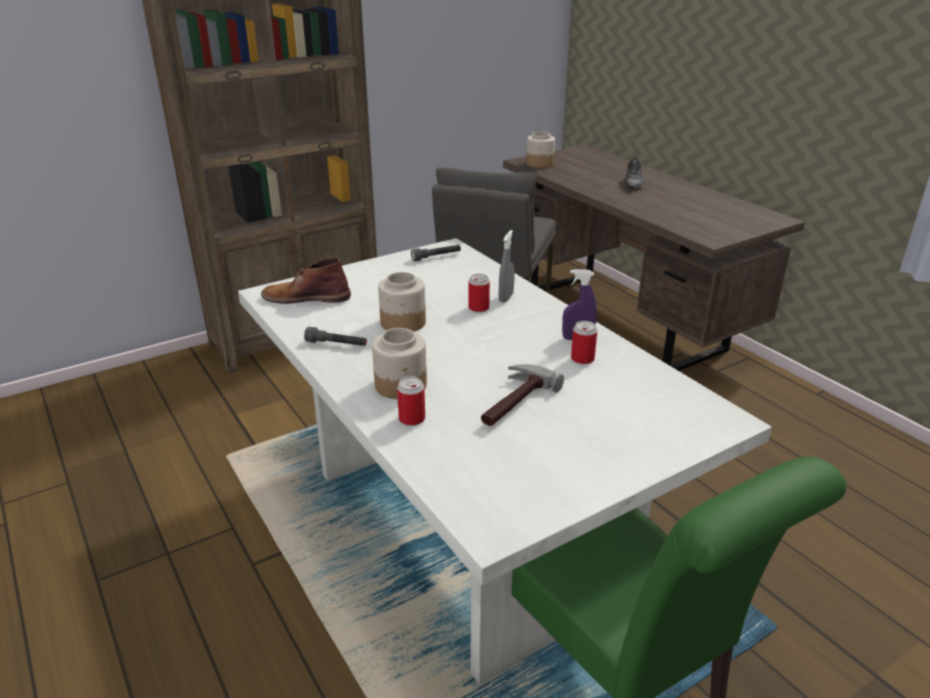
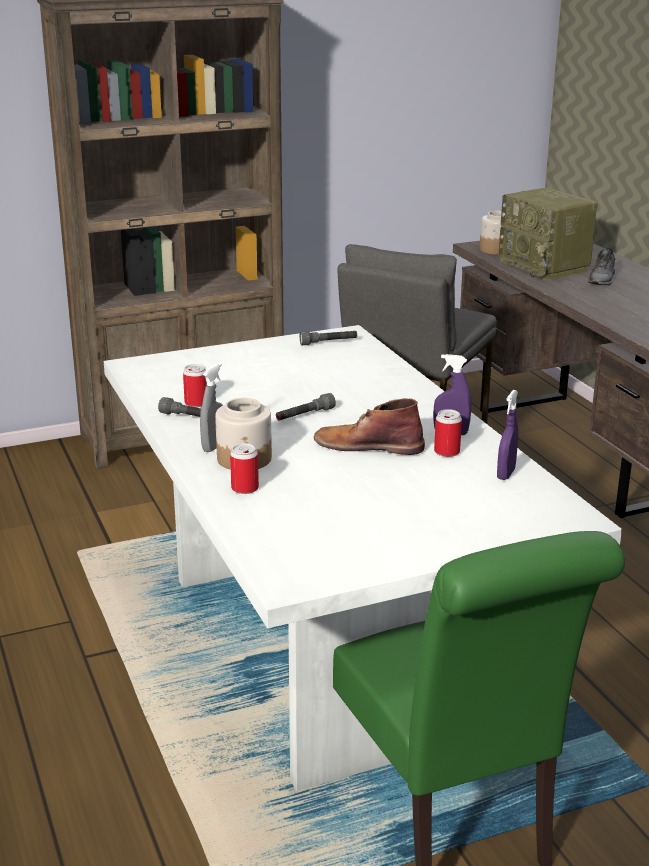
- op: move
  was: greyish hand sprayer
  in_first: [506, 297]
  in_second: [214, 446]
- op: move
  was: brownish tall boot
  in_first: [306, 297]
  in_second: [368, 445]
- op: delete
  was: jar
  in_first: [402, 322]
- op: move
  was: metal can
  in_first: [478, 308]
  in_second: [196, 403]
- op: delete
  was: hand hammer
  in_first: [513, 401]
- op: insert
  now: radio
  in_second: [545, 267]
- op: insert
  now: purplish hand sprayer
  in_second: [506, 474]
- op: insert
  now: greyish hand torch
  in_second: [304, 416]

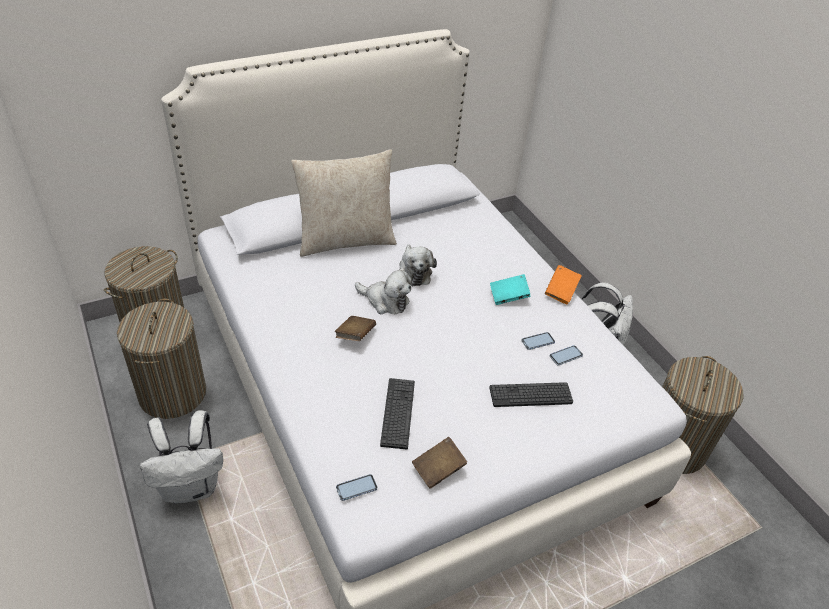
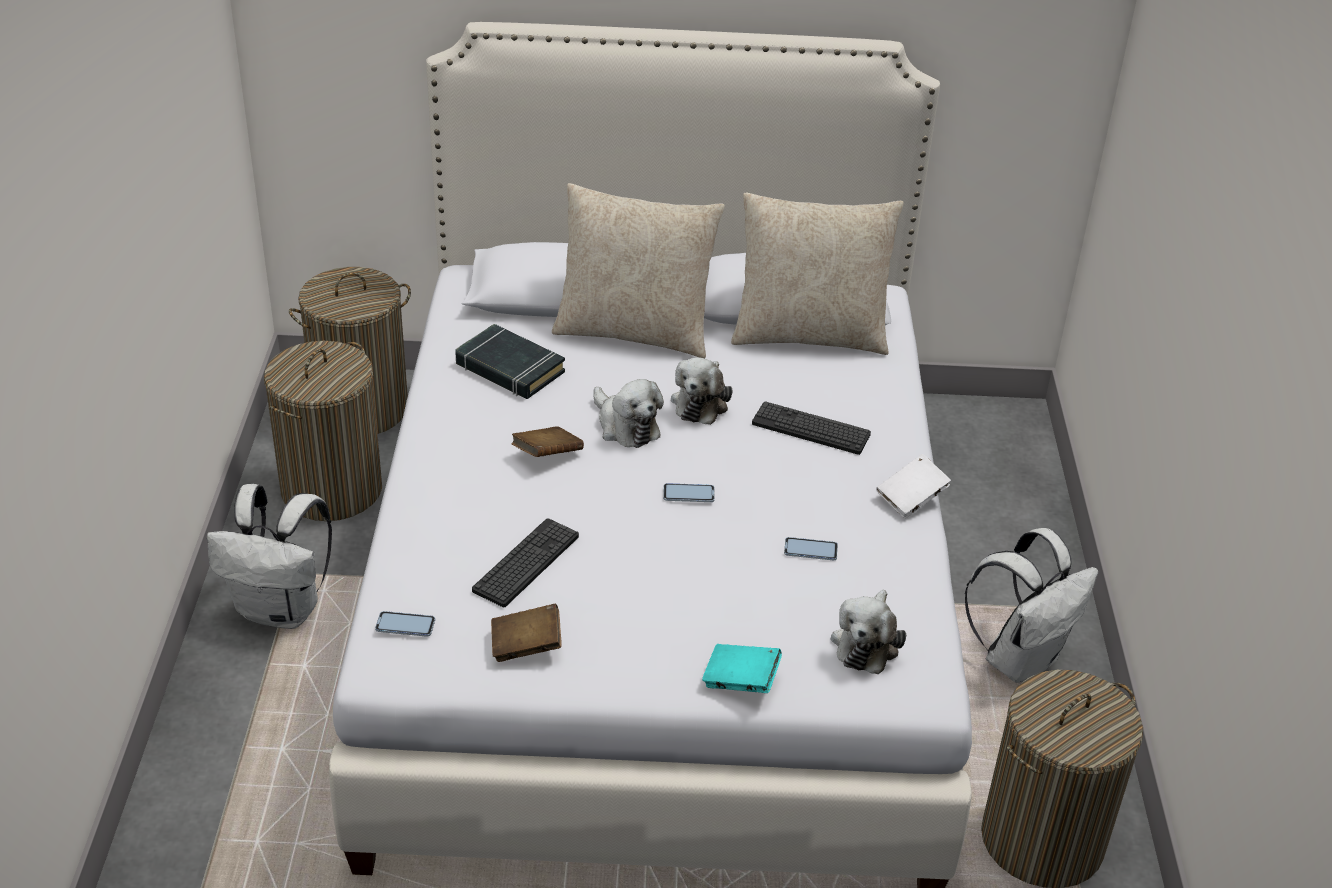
- op: recolor
  was: orange bound book
  now: white bound book
  in_first: [561, 292]
  in_second: [911, 499]
- op: move
  was: blue-green bound book
  in_first: [508, 296]
  in_second: [740, 681]
- op: move
  was: telephone
  in_first: [566, 356]
  in_second: [688, 494]
- op: move
  was: computer keyboard
  in_first: [530, 395]
  in_second: [811, 429]
- op: insert
  now: beige-coloured throw pillow
  in_second: [809, 334]
- op: insert
  now: blackish bound book
  in_second: [509, 368]
- op: insert
  now: soft toy
  in_second: [866, 642]

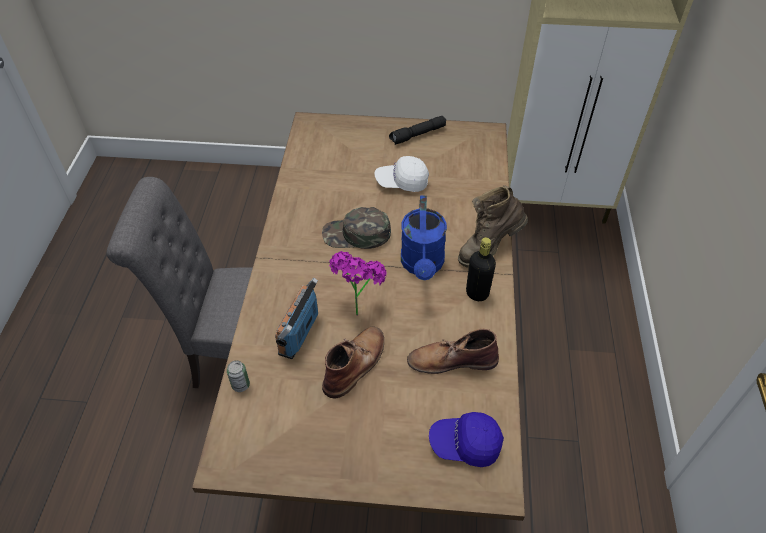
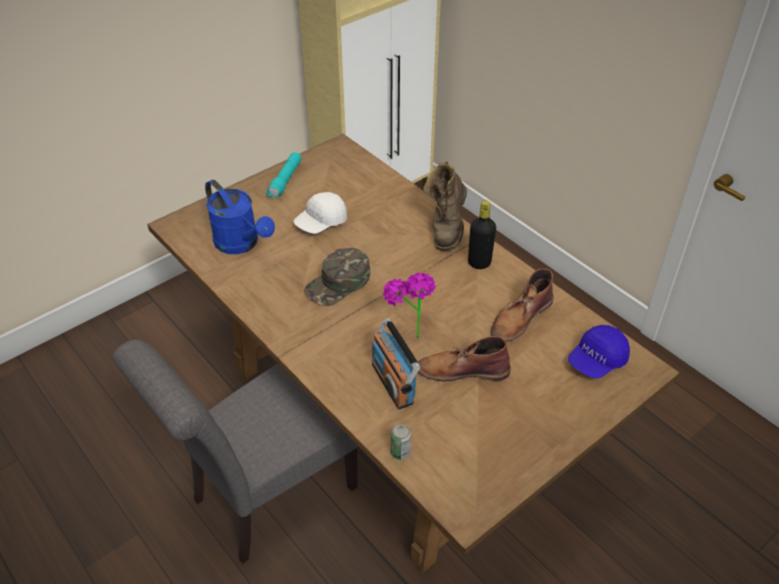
- op: recolor
  was: blackish hand torch
  now: blue-green hand torch
  in_first: [417, 135]
  in_second: [286, 180]
- op: move
  was: bluish watering pot
  in_first: [422, 265]
  in_second: [241, 244]
- op: rotate
  was: brownish tall boot
  in_first: [355, 363]
  in_second: [462, 370]
  clockwise: -75

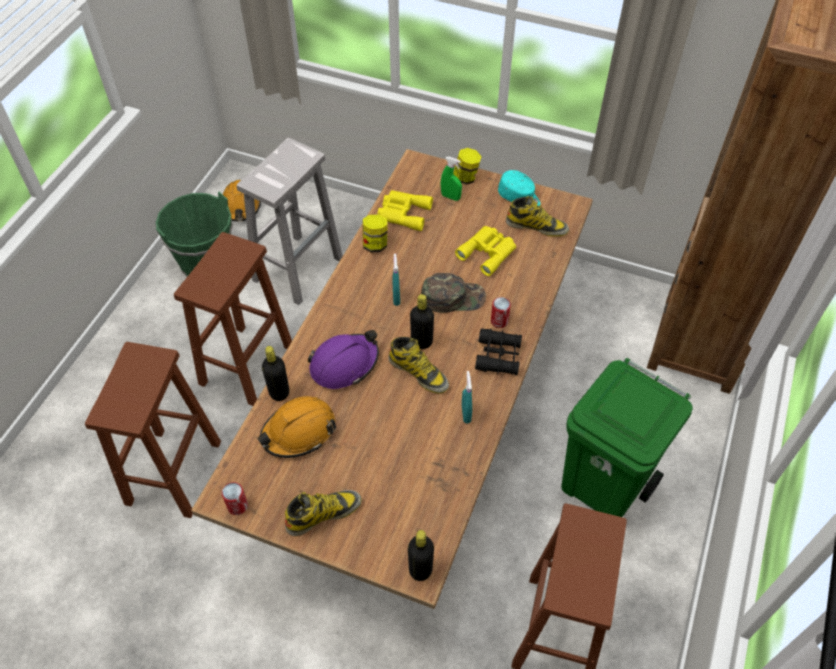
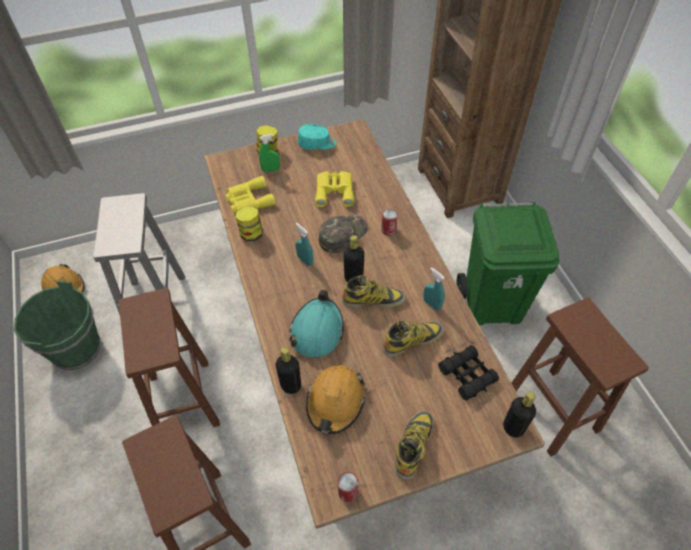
- op: move
  was: tall boot
  in_first: [536, 226]
  in_second: [412, 340]
- op: move
  was: blackish field glasses
  in_first: [498, 356]
  in_second: [467, 375]
- op: recolor
  was: purplish work helmet
  now: blue-green work helmet
  in_first: [344, 364]
  in_second: [317, 330]

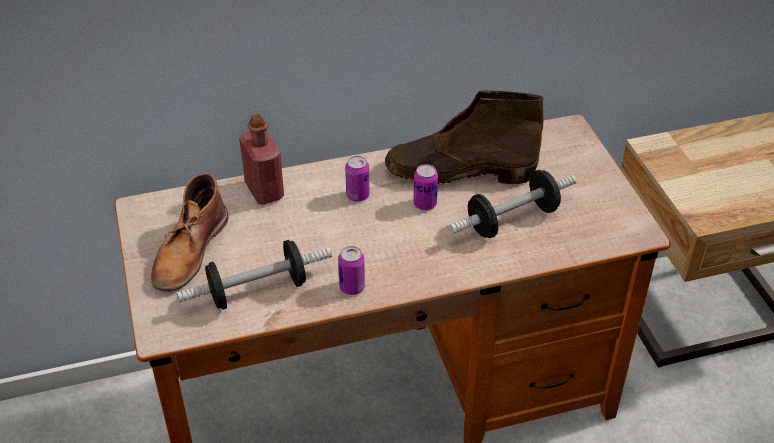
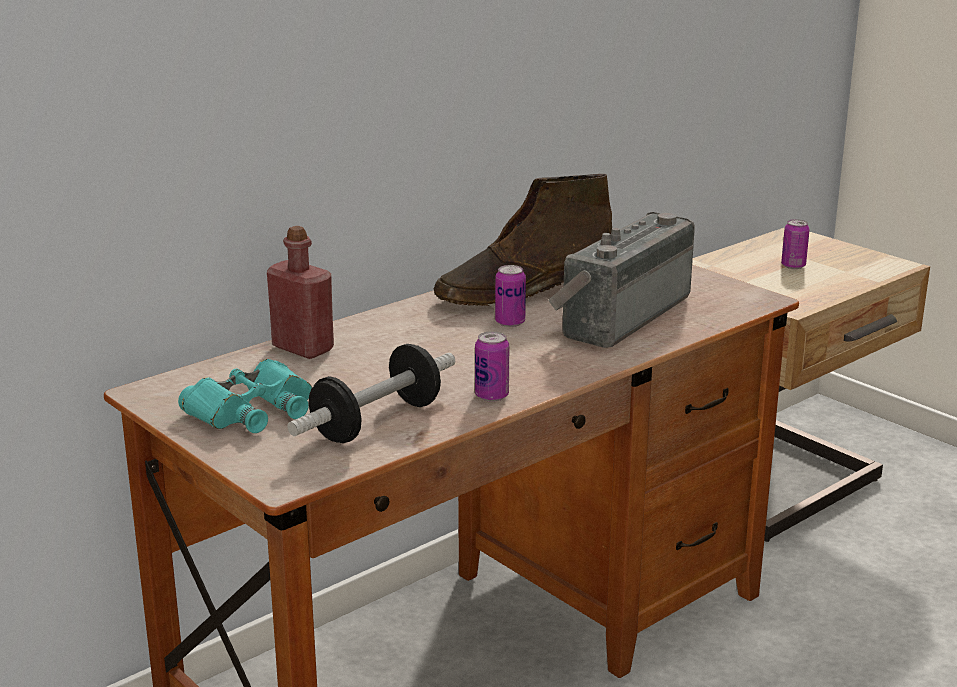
- op: move
  was: metal can
  in_first: [357, 195]
  in_second: [793, 266]
- op: replace
  was: free weight
  now: radio
  in_first: [512, 220]
  in_second: [619, 315]
- op: replace
  was: brownish tall boot
  now: blue-green field glasses
  in_first: [189, 251]
  in_second: [252, 410]

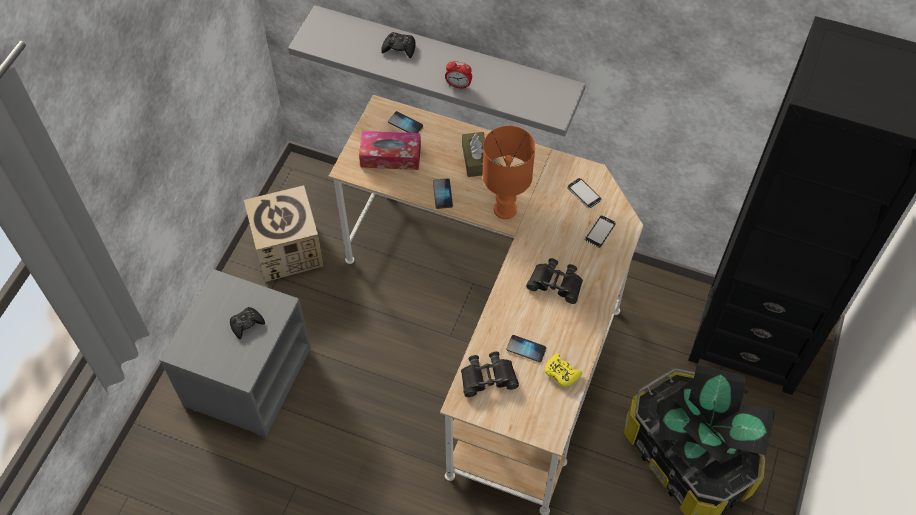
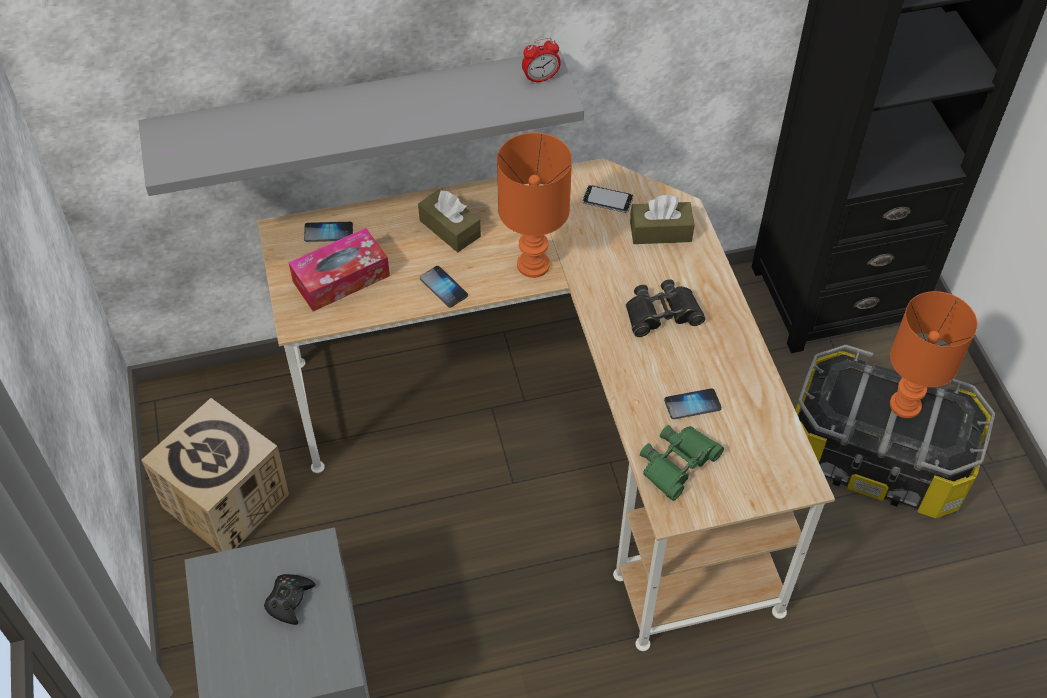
- op: delete
  was: blackish joypad
  in_first: [399, 48]
- op: move
  was: alarm clock
  in_first: [458, 85]
  in_second: [540, 78]
- op: replace
  was: telephone
  now: brownish tissue holder
  in_first: [599, 232]
  in_second: [660, 231]
- op: recolor
  was: blackish field glasses
  now: greenish field glasses
  in_first: [488, 378]
  in_second: [678, 463]
- op: delete
  was: yellow joypad
  in_first: [561, 373]
- op: replace
  was: plant in a pot
  now: orange tabletop lamp
  in_first: [706, 436]
  in_second: [906, 406]

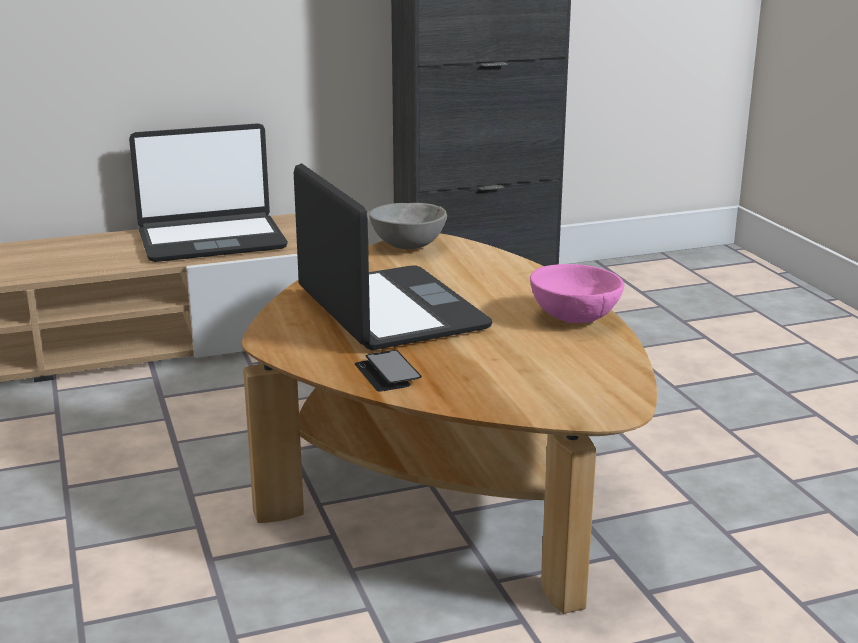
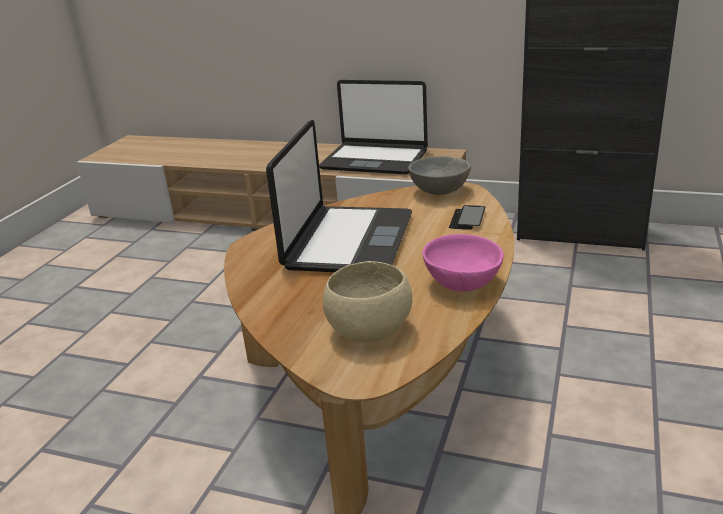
- op: move
  was: telephone
  in_first: [387, 373]
  in_second: [467, 219]
- op: insert
  now: beige-coloured serving bowl
  in_second: [368, 332]

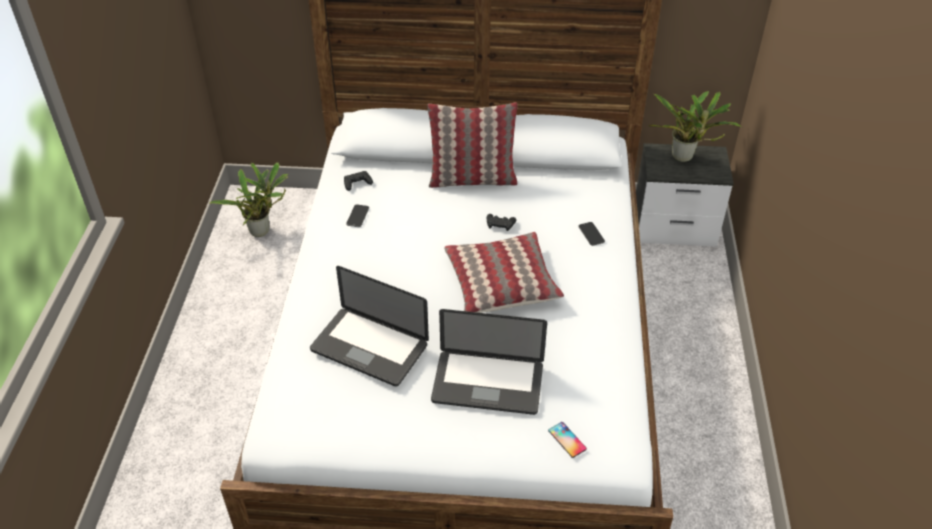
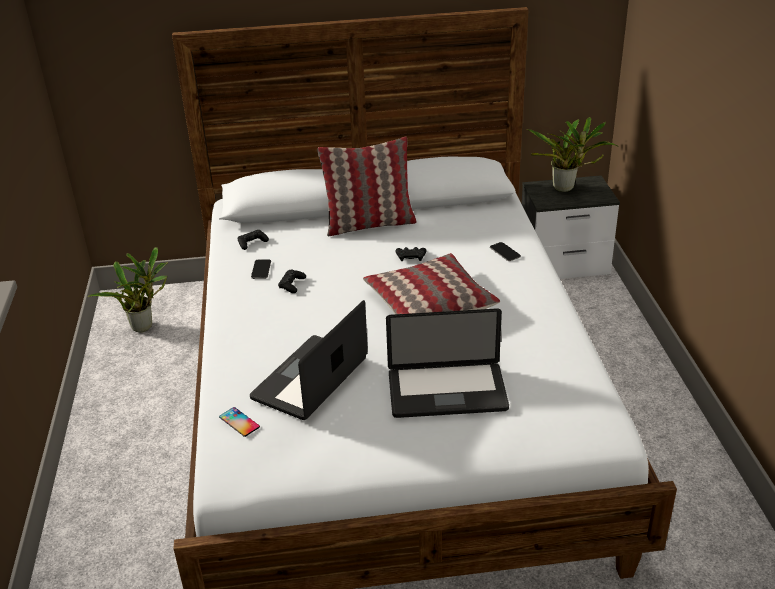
- op: rotate
  was: laptop
  in_first: [369, 348]
  in_second: [310, 379]
  clockwise: 105
- op: move
  was: telephone
  in_first: [567, 440]
  in_second: [239, 422]
- op: insert
  now: blackish joypad
  in_second: [292, 285]

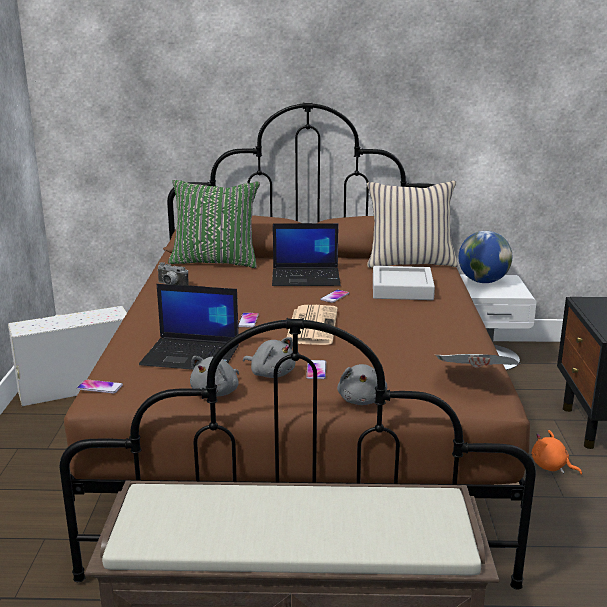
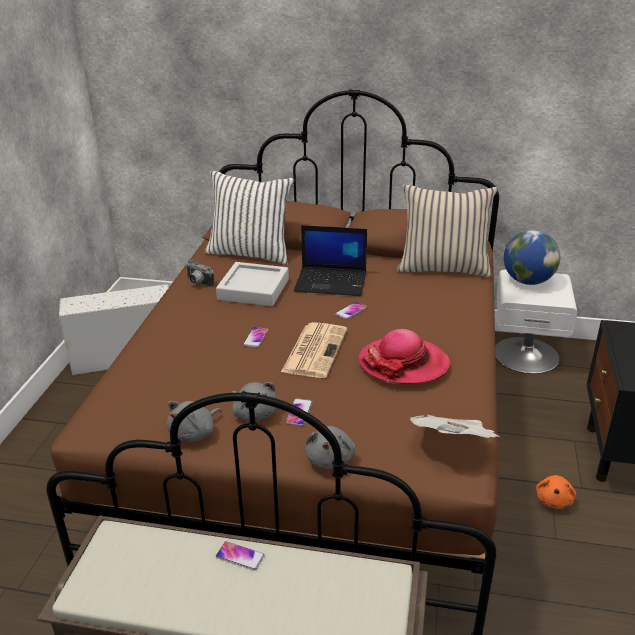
- op: recolor
  was: greenish throw pillow
  now: white throw pillow
  in_first: [215, 261]
  in_second: [250, 253]
- op: move
  was: greyish serving tray
  in_first: [402, 289]
  in_second: [253, 289]
- op: delete
  was: laptop
  in_first: [192, 355]
- op: move
  was: telephone
  in_first: [100, 387]
  in_second: [240, 556]
- op: rotate
  was: orange soft toy
  in_first: [551, 467]
  in_second: [554, 500]
  clockwise: -120
- op: insert
  now: wearable hat
  in_second: [403, 364]

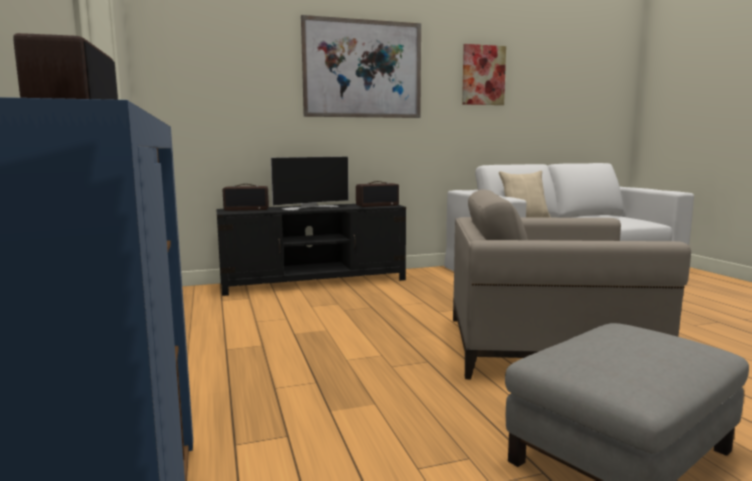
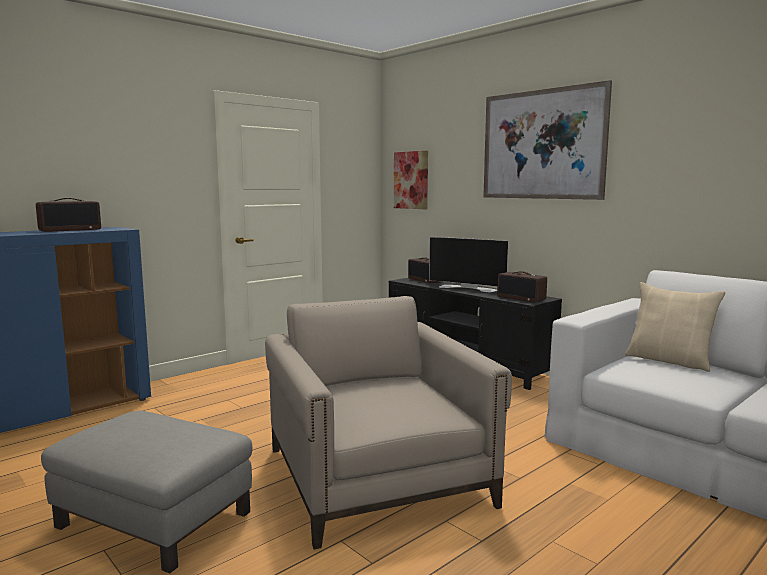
- op: move
  was: wall art
  in_first: [483, 75]
  in_second: [411, 180]

